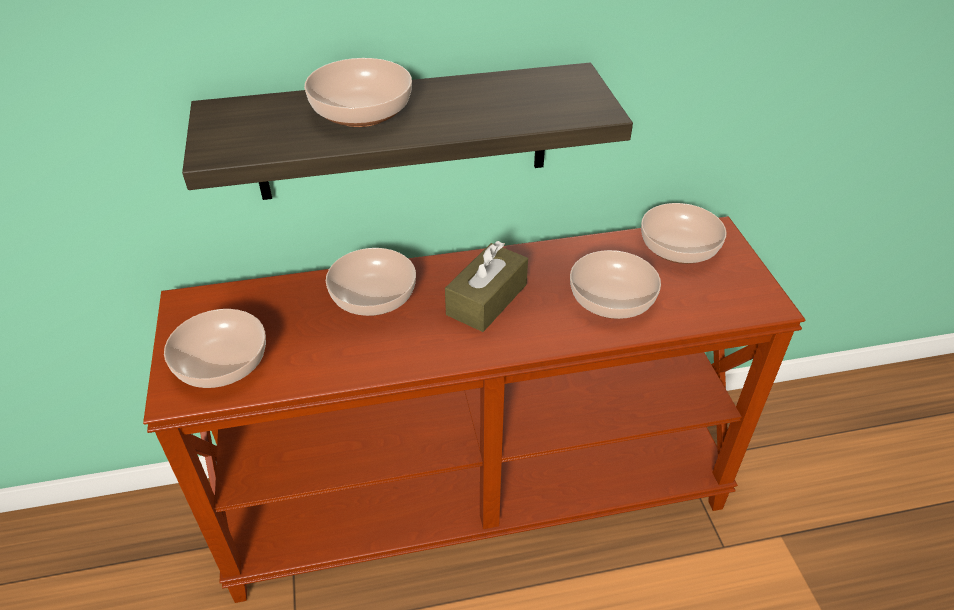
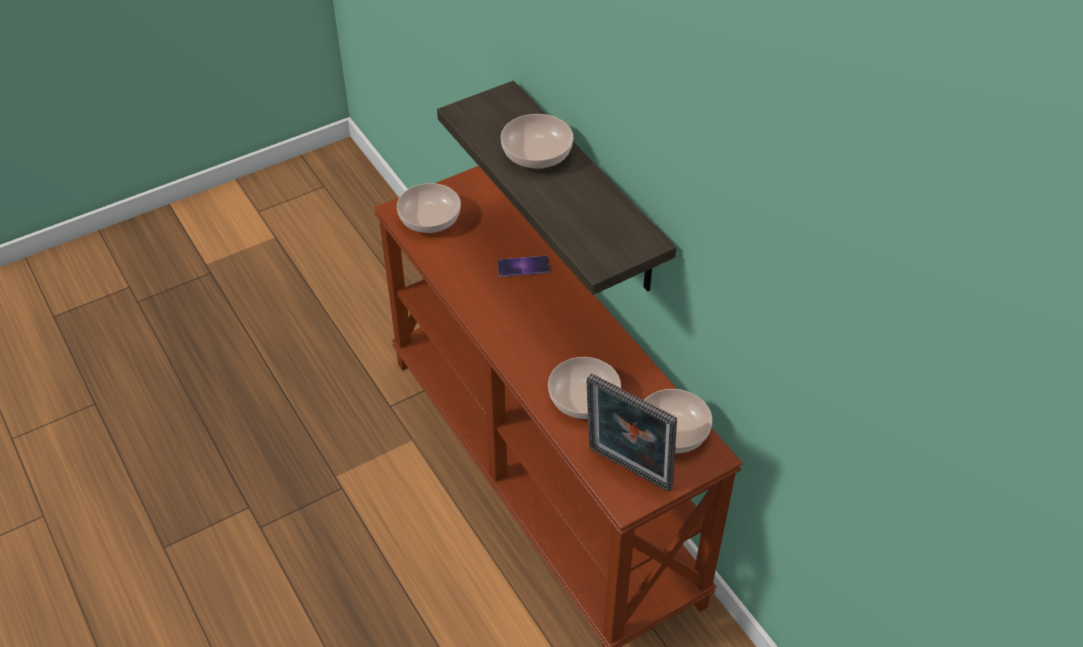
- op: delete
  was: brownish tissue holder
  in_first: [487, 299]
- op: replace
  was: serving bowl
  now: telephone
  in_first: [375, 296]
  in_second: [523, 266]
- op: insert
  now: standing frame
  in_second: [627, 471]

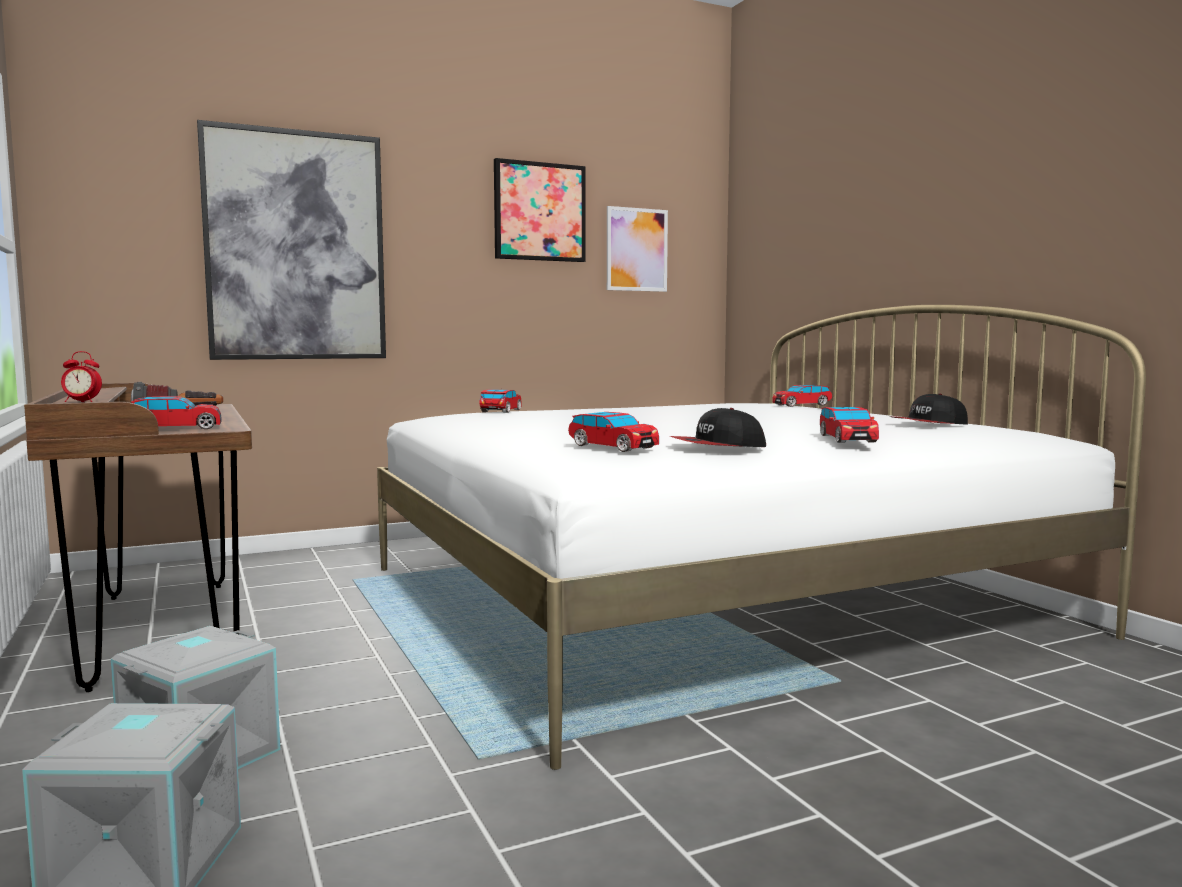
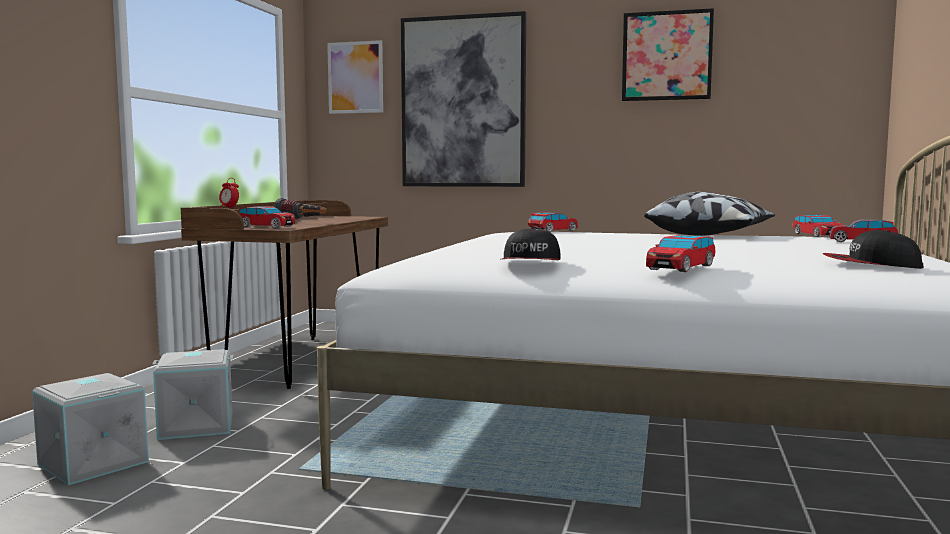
- op: move
  was: wall art
  in_first: [637, 249]
  in_second: [355, 77]
- op: rotate
  was: peaked cap
  in_first: [717, 446]
  in_second: [531, 263]
  clockwise: -105
- op: move
  was: miniature car
  in_first: [612, 447]
  in_second: [816, 235]
- op: insert
  now: throw pillow
  in_second: [710, 235]

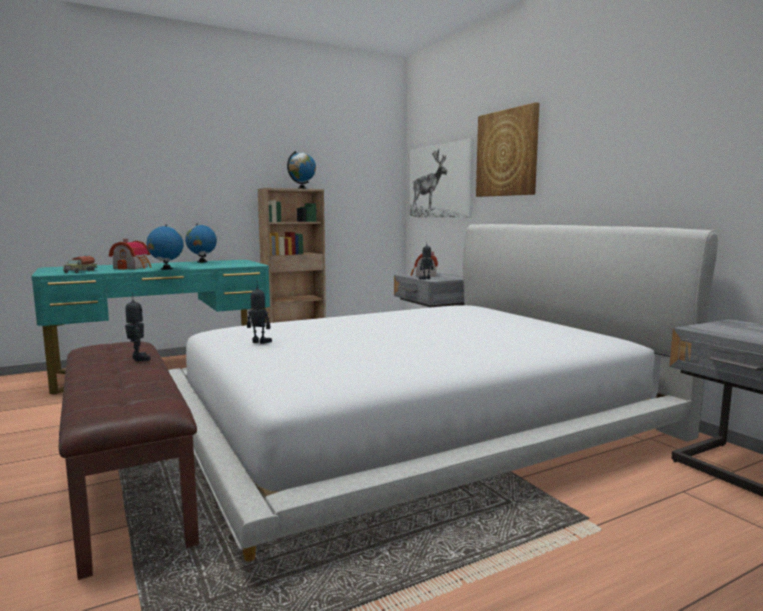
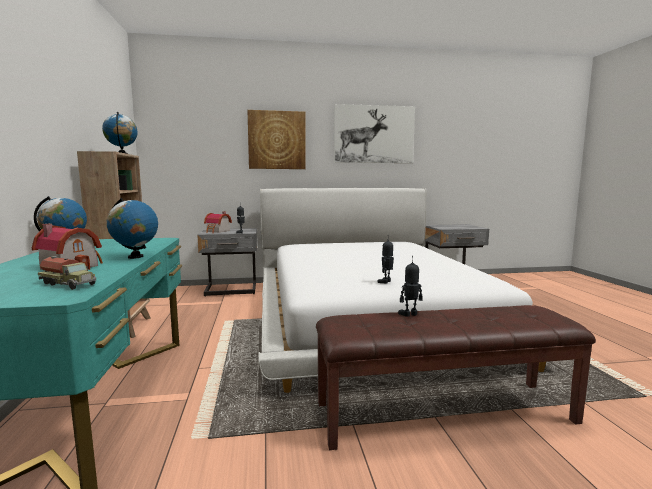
- op: move
  was: wall art
  in_first: [440, 181]
  in_second: [374, 134]

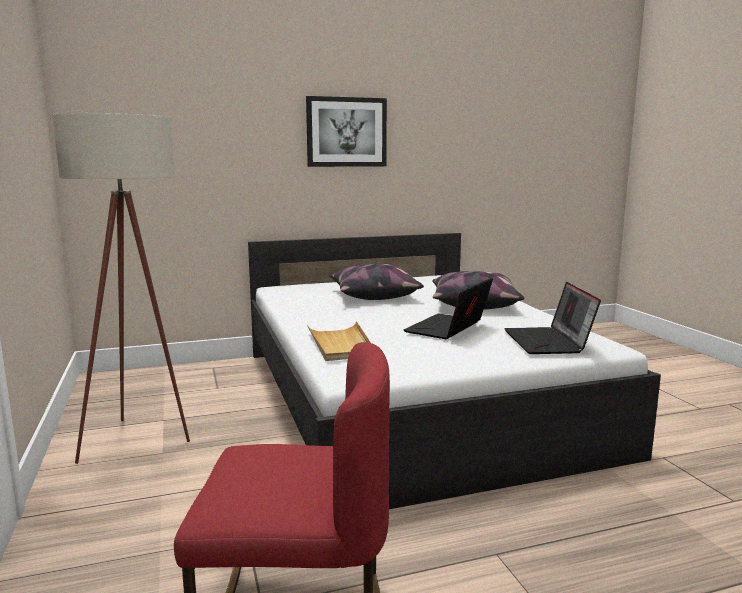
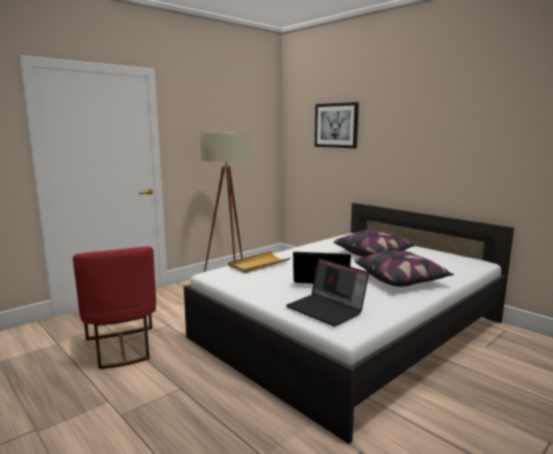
- op: move
  was: wall art
  in_first: [346, 132]
  in_second: [336, 125]
- op: rotate
  was: laptop
  in_first: [549, 342]
  in_second: [327, 309]
  clockwise: -105

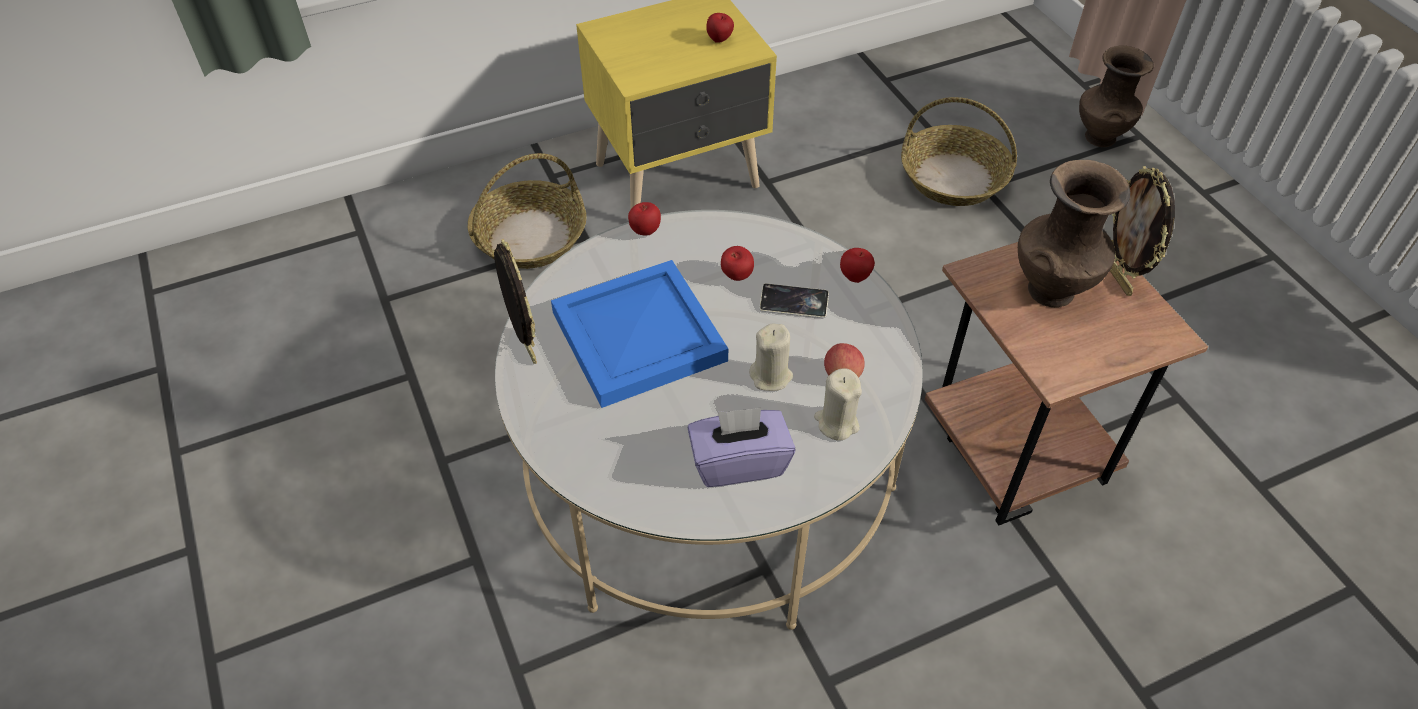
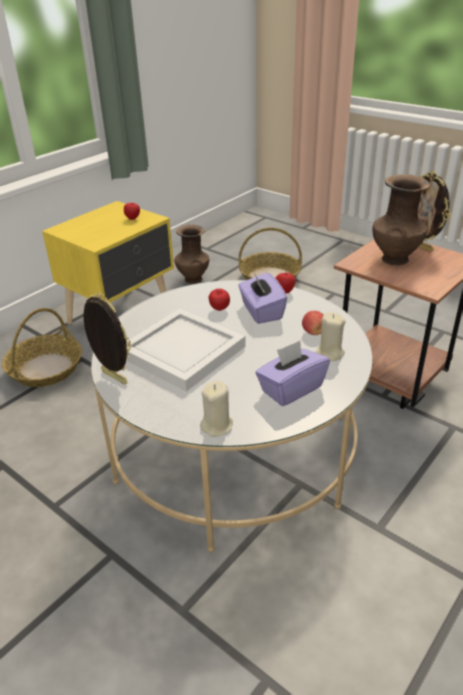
- op: move
  was: brownish decorative vase
  in_first: [1099, 136]
  in_second: [193, 279]
- op: delete
  was: apple fruit
  in_first: [645, 231]
- op: recolor
  was: bluish serving tray
  now: white serving tray
  in_first: [637, 339]
  in_second: [183, 353]
- op: replace
  was: telephone
  now: purplish tissue holder
  in_first: [793, 304]
  in_second: [261, 311]
- op: move
  was: beige-coloured wax candle
  in_first: [771, 376]
  in_second: [217, 426]

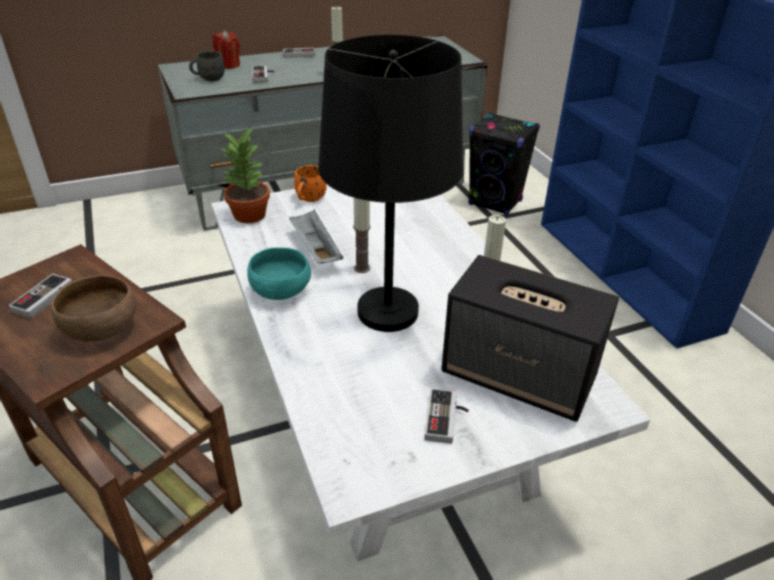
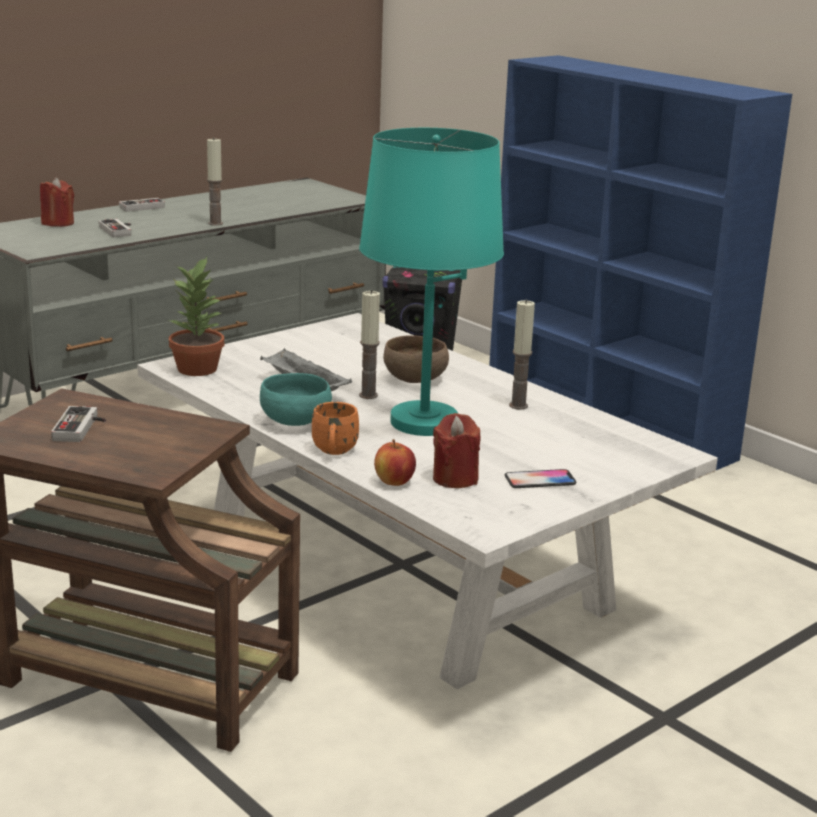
- op: recolor
  was: blackish tabletop lamp
  now: blue-green tabletop lamp
  in_first: [388, 313]
  in_second: [424, 423]
- op: delete
  was: greyish tea mug
  in_first: [208, 79]
- op: move
  was: orange tea mug
  in_first: [309, 199]
  in_second: [334, 451]
- op: delete
  was: audio speaker
  in_first: [520, 376]
- op: move
  was: brownish serving bowl
  in_first: [101, 328]
  in_second: [414, 379]
- op: replace
  was: joypad
  now: telephone
  in_first: [447, 419]
  in_second: [540, 480]
- op: insert
  now: red-coloured wax candle
  in_second: [455, 478]
- op: insert
  now: apple fruit
  in_second: [394, 482]

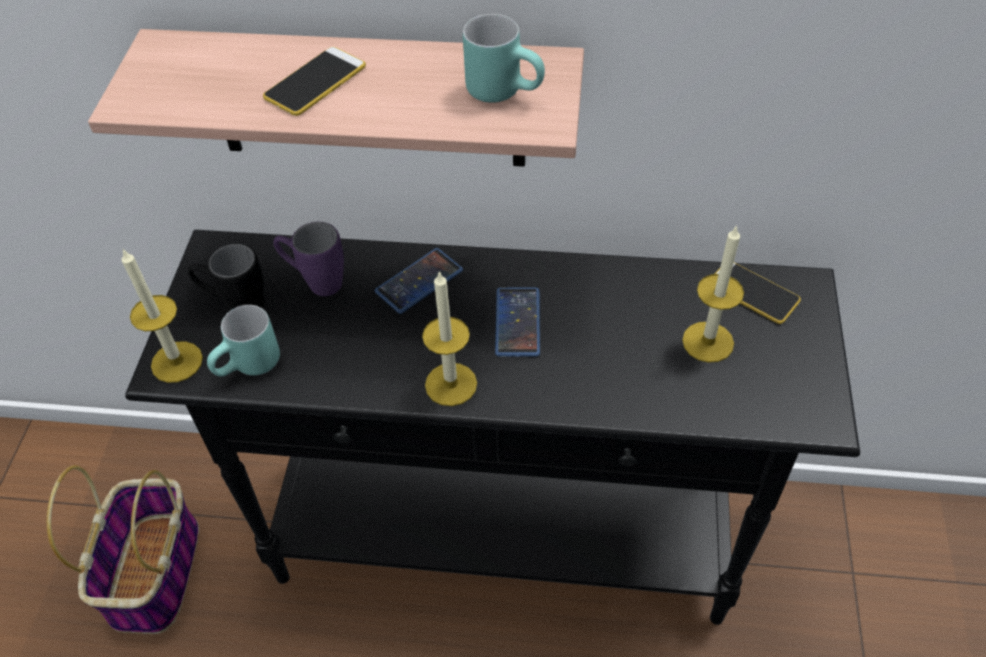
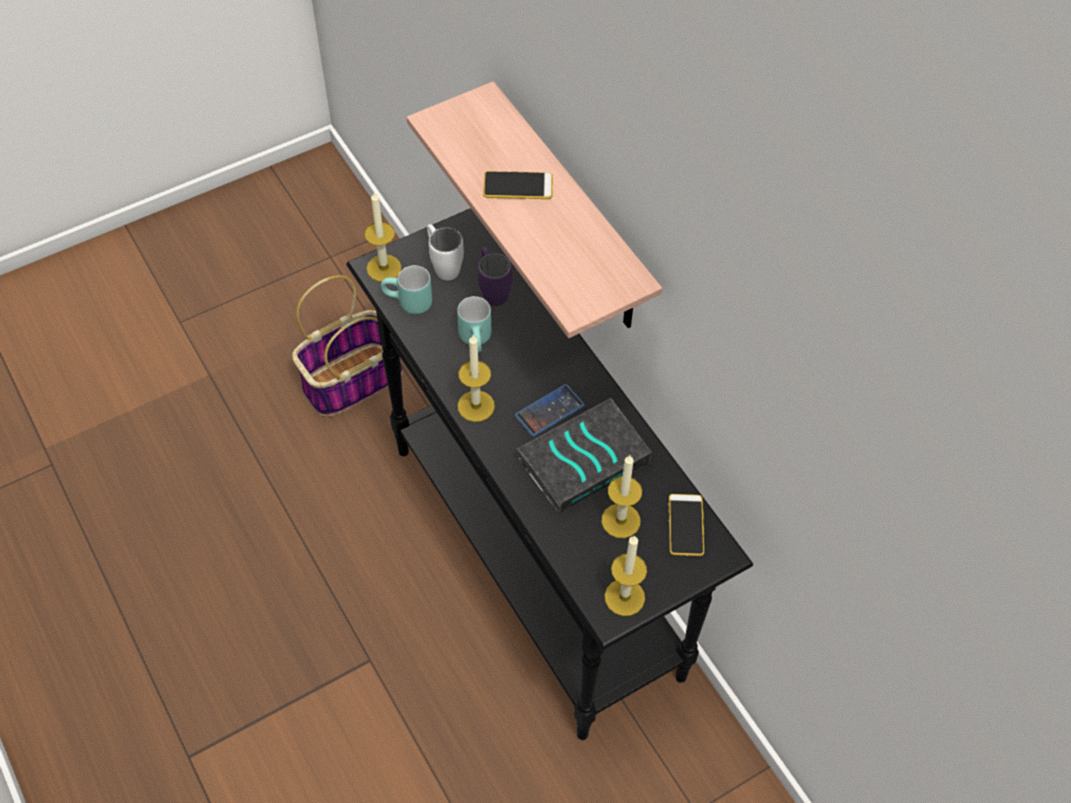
- op: move
  was: blue-green tea mug
  in_first: [506, 90]
  in_second: [478, 340]
- op: recolor
  was: blackish tea mug
  now: white tea mug
  in_first: [236, 305]
  in_second: [443, 265]
- op: delete
  was: telephone
  in_first: [419, 281]
- op: insert
  now: bound book
  in_second: [583, 458]
- op: insert
  now: wax candle
  in_second: [624, 597]

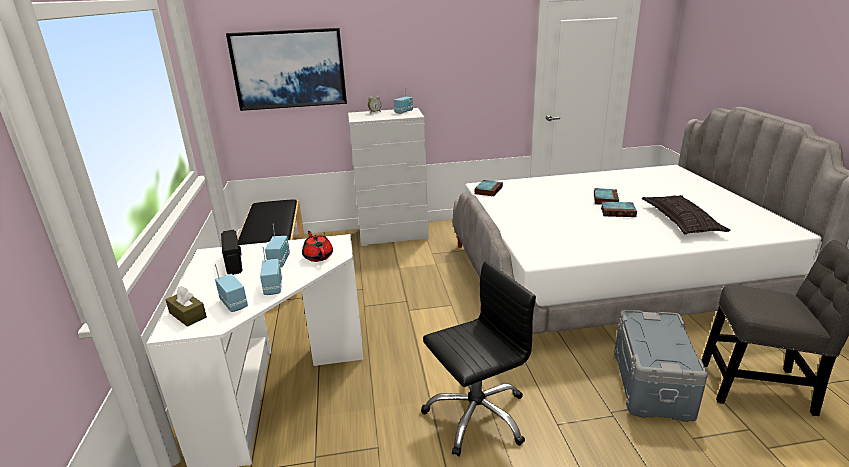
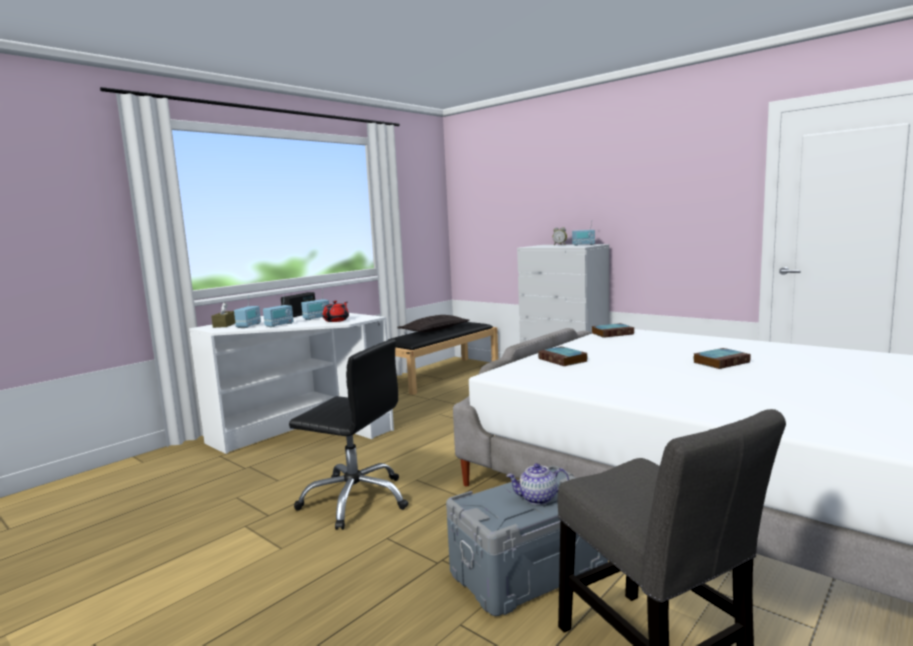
- op: delete
  was: wall art
  in_first: [289, 69]
- op: move
  was: throw pillow
  in_first: [681, 220]
  in_second: [434, 329]
- op: move
  was: bound book
  in_first: [618, 212]
  in_second: [563, 360]
- op: insert
  now: teapot
  in_second: [538, 499]

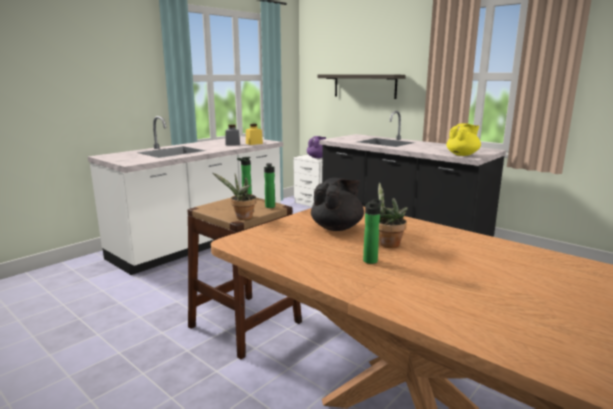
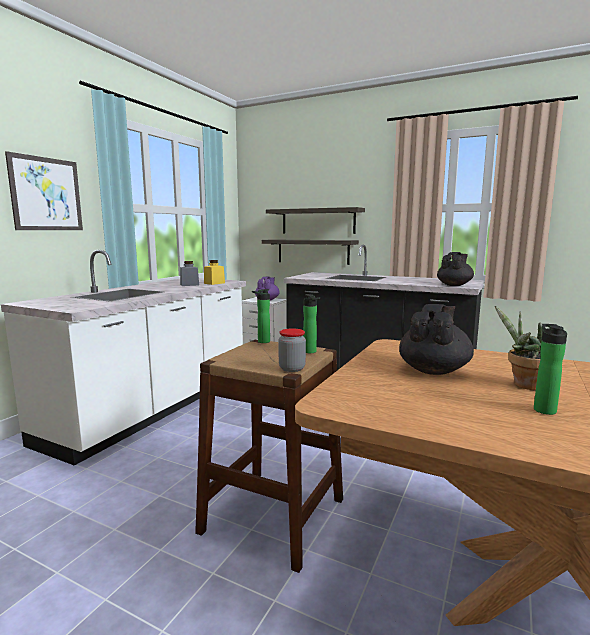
- op: recolor
  was: yellow teapot
  now: blackish teapot
  in_first: [462, 155]
  in_second: [454, 285]
- op: replace
  was: plant in a pot
  now: jar
  in_first: [242, 218]
  in_second: [292, 368]
- op: insert
  now: wall art
  in_second: [46, 194]
- op: insert
  now: shelf
  in_second: [313, 251]

